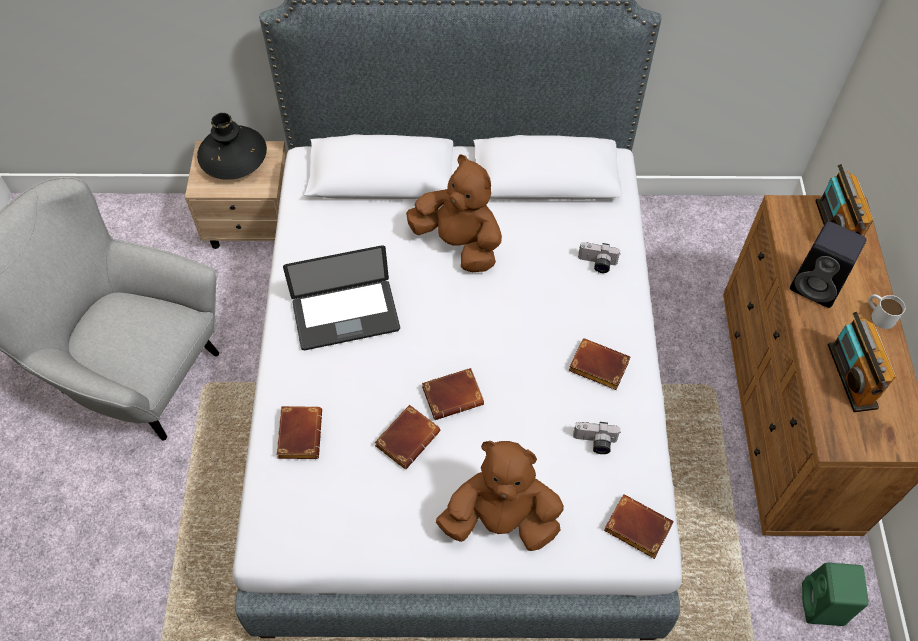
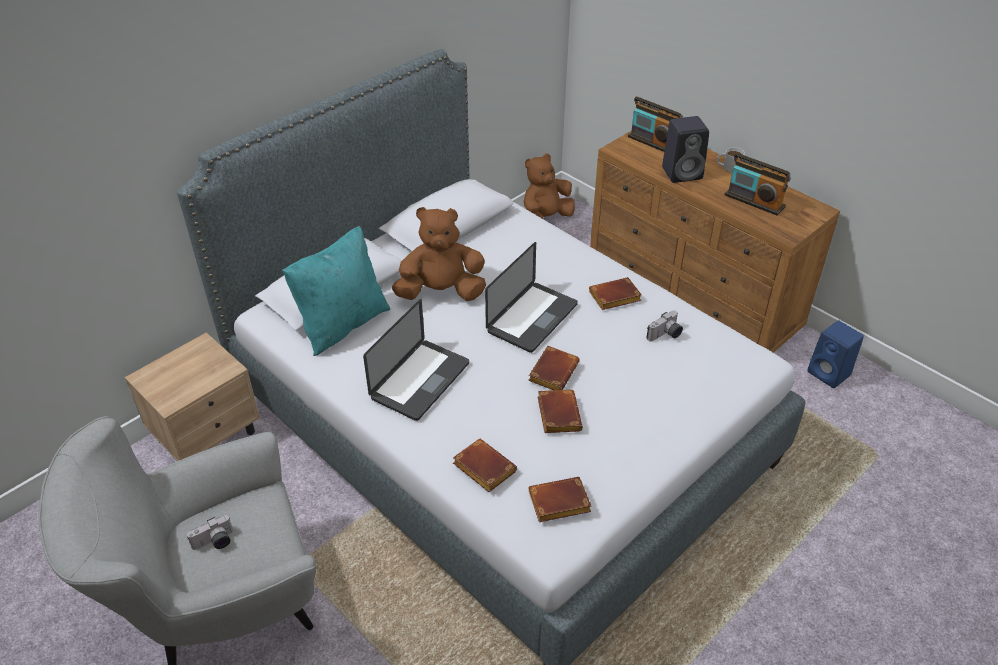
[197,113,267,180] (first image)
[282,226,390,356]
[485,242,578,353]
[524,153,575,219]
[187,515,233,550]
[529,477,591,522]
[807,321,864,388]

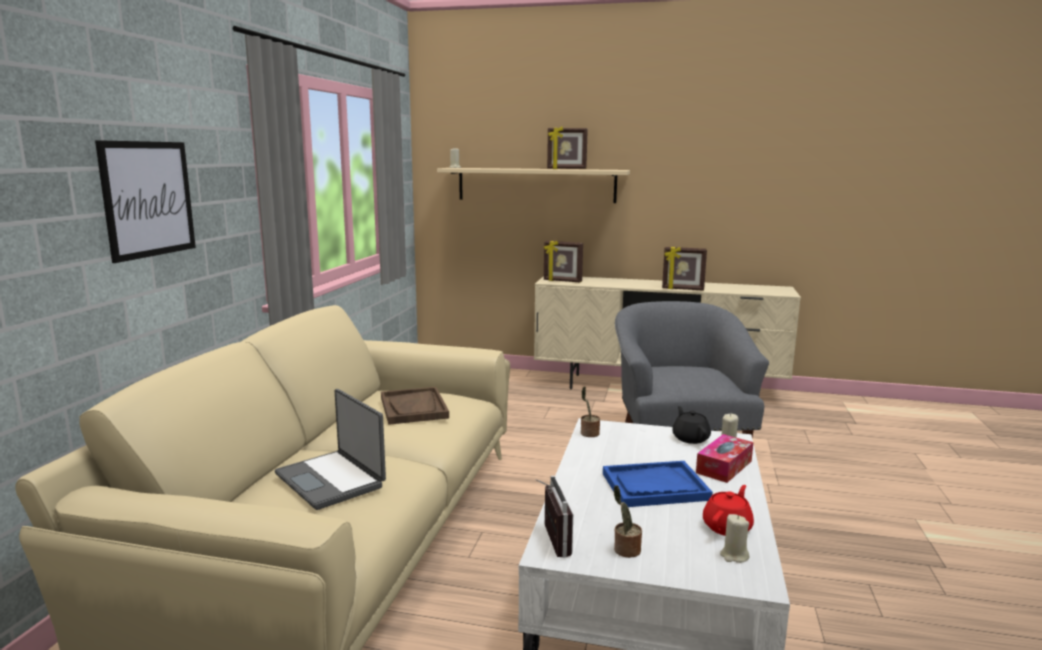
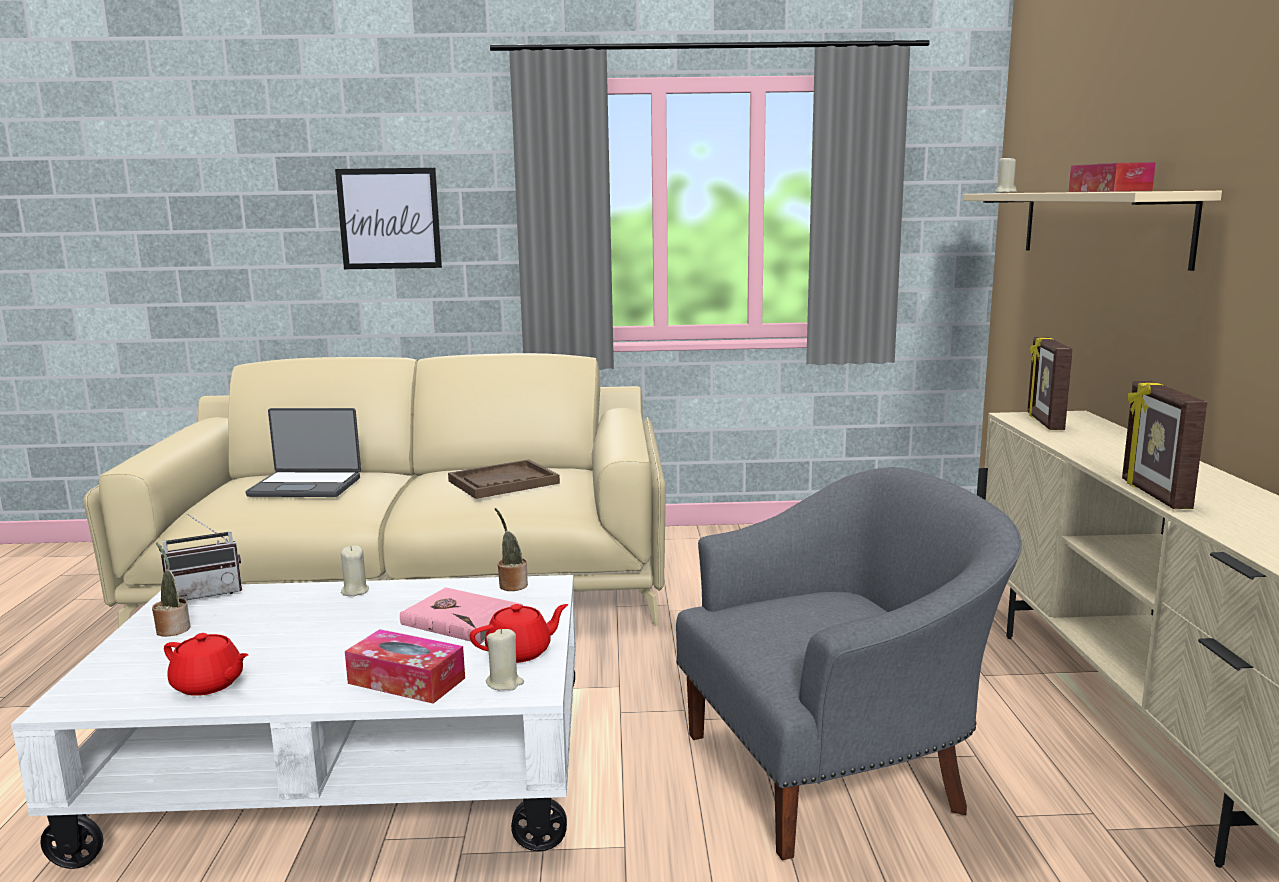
[603,461,713,507] (first image)
[400,587,524,644]
[341,545,369,596]
[1069,162,1156,192]
[470,604,568,663]
[246,408,361,497]

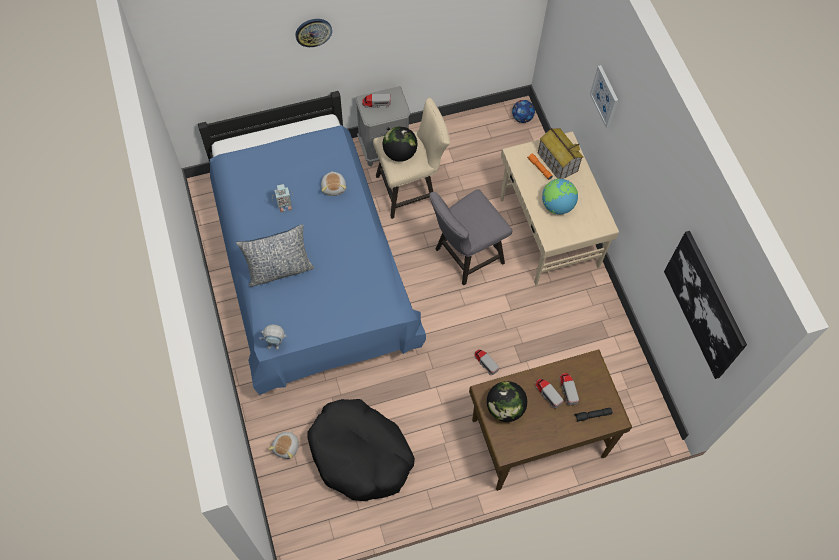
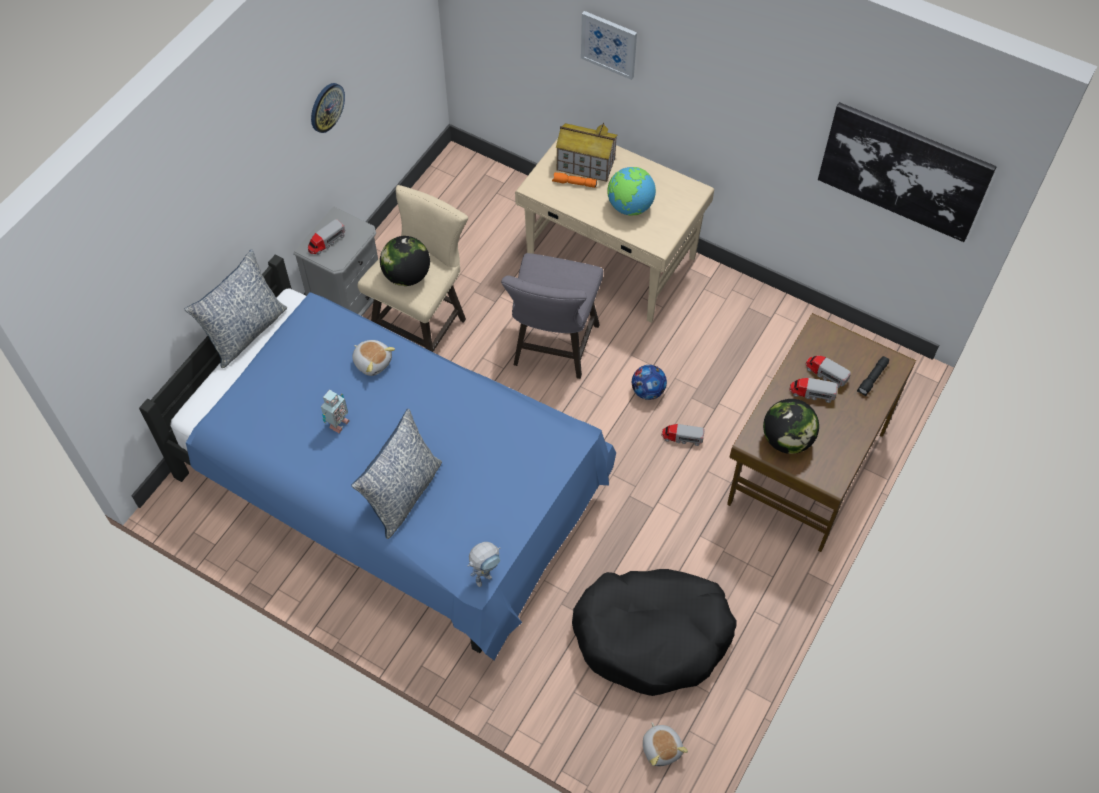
[184,249,287,368]
[643,722,688,766]
[311,83,345,133]
[632,365,667,400]

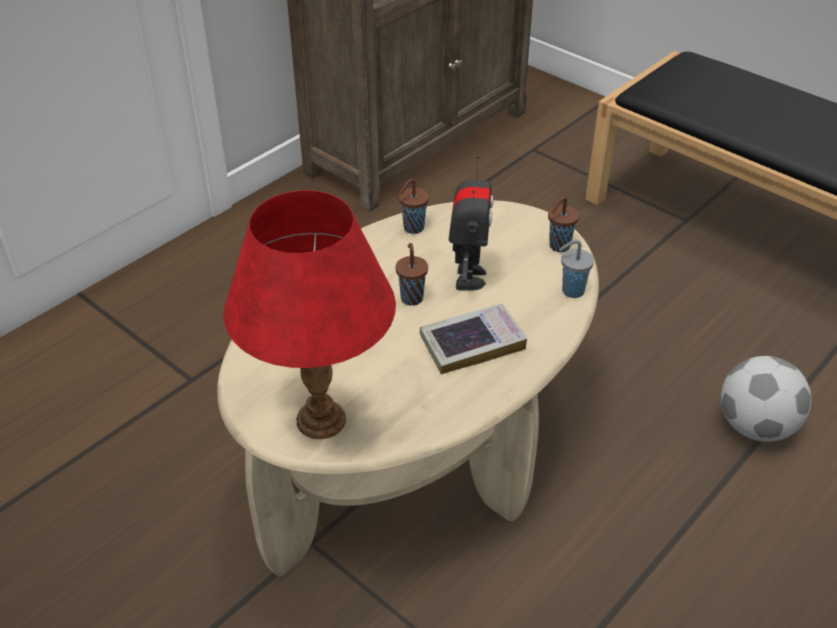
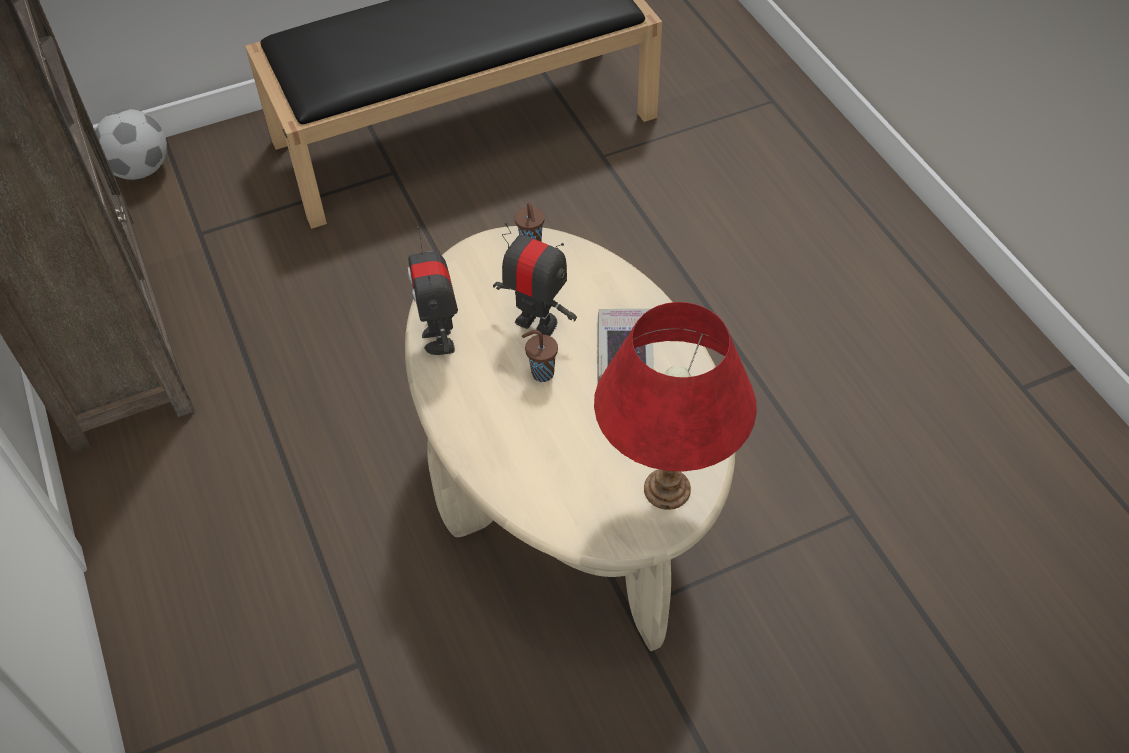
[559,240,594,298] (first image)
[95,109,167,180]
[408,226,458,355]

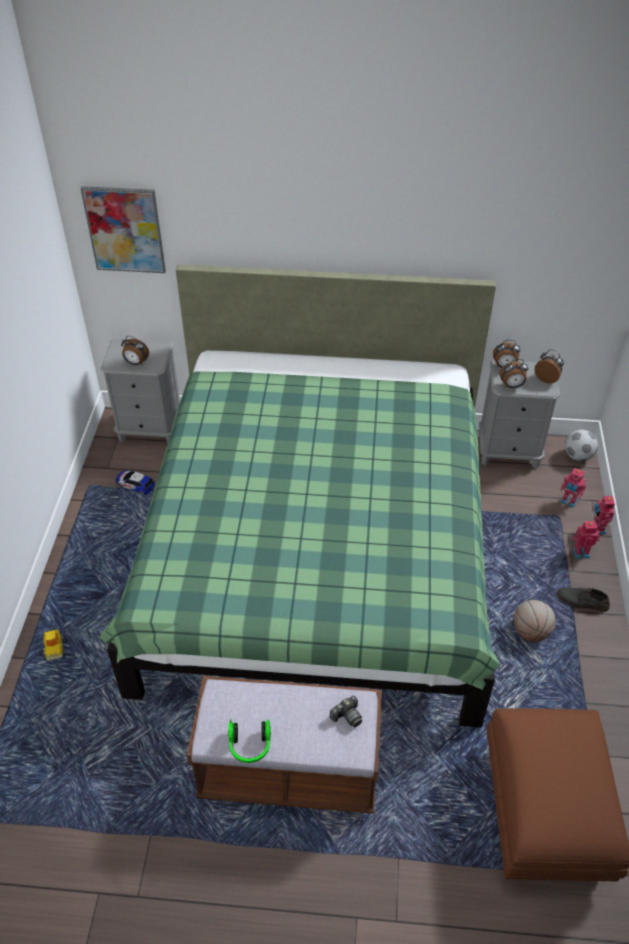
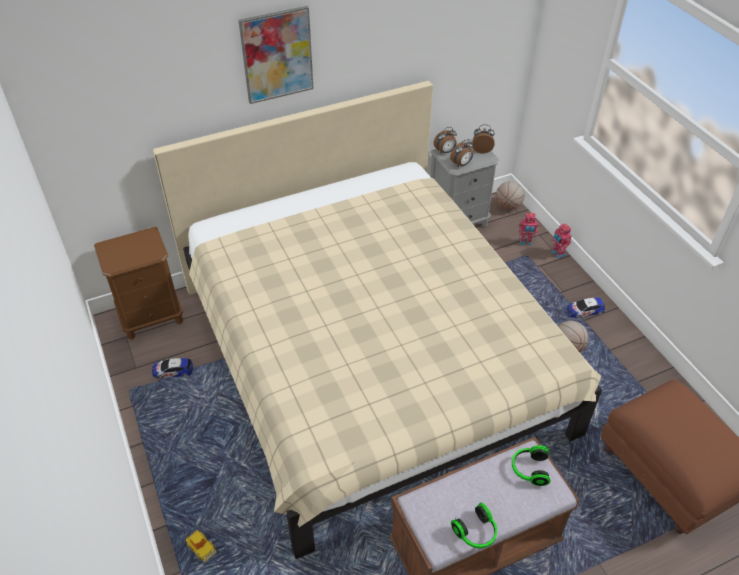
[121,336,149,365] (first image)
[573,521,600,559] (first image)
[238,6,313,104]
[512,445,550,486]
[567,297,605,318]
[496,181,524,210]
[153,81,602,559]
[94,227,183,340]

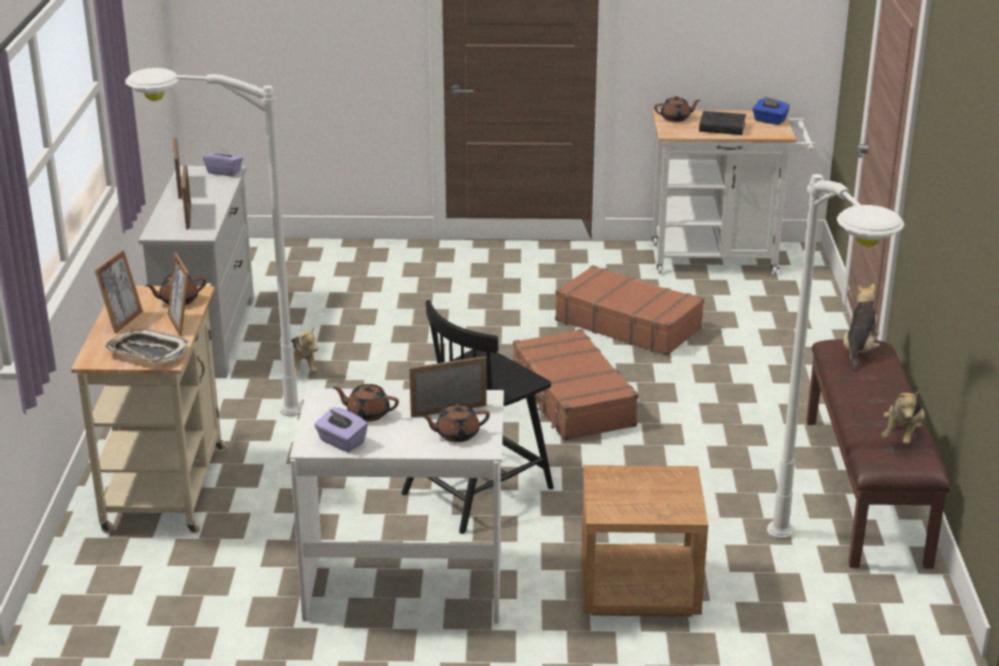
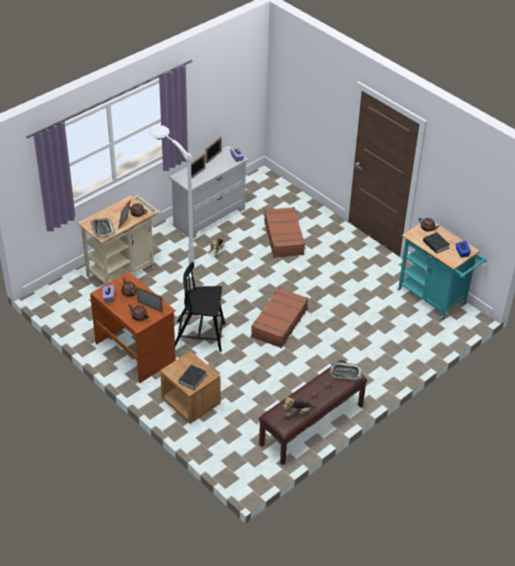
[94,250,143,333] (first image)
[767,174,905,539] (first image)
[179,365,207,390]
[264,207,306,258]
[330,362,362,380]
[90,272,176,383]
[397,223,487,320]

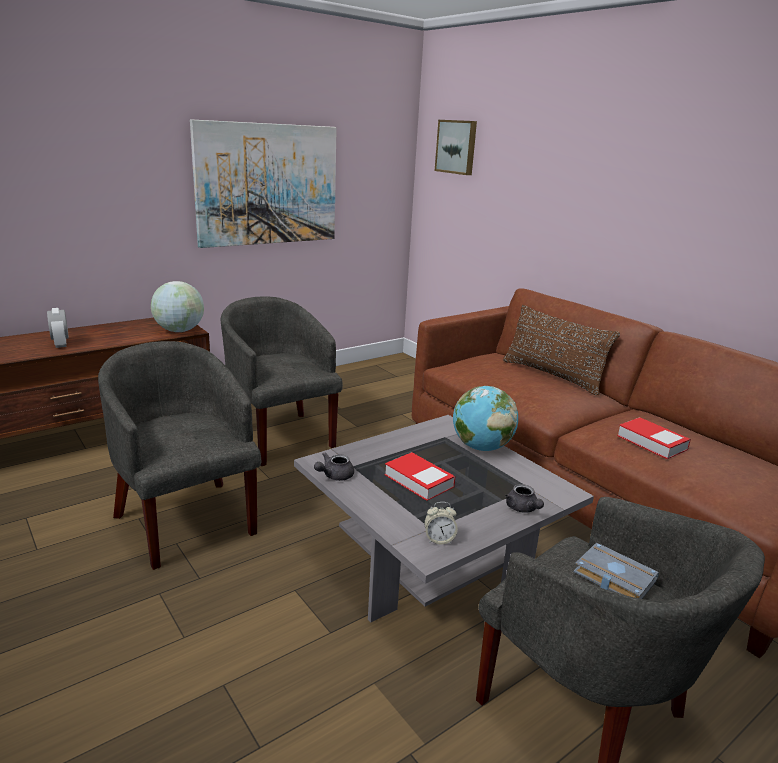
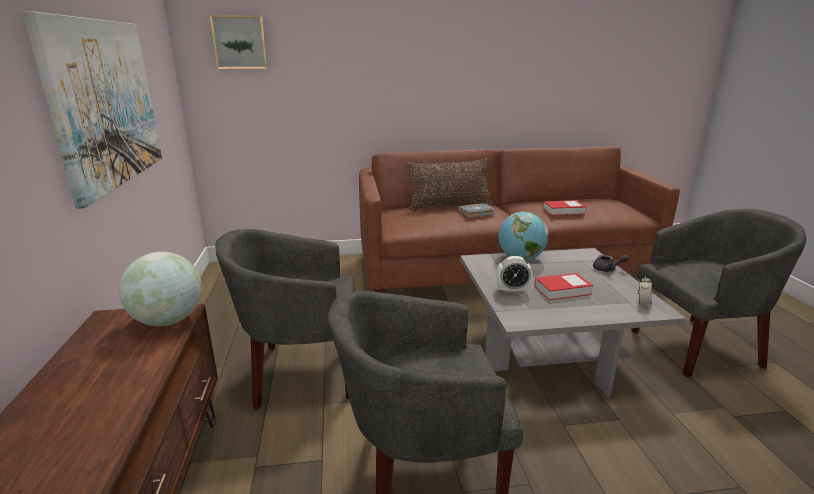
[314,452,354,481] (first image)
[496,256,533,294]
[458,203,495,218]

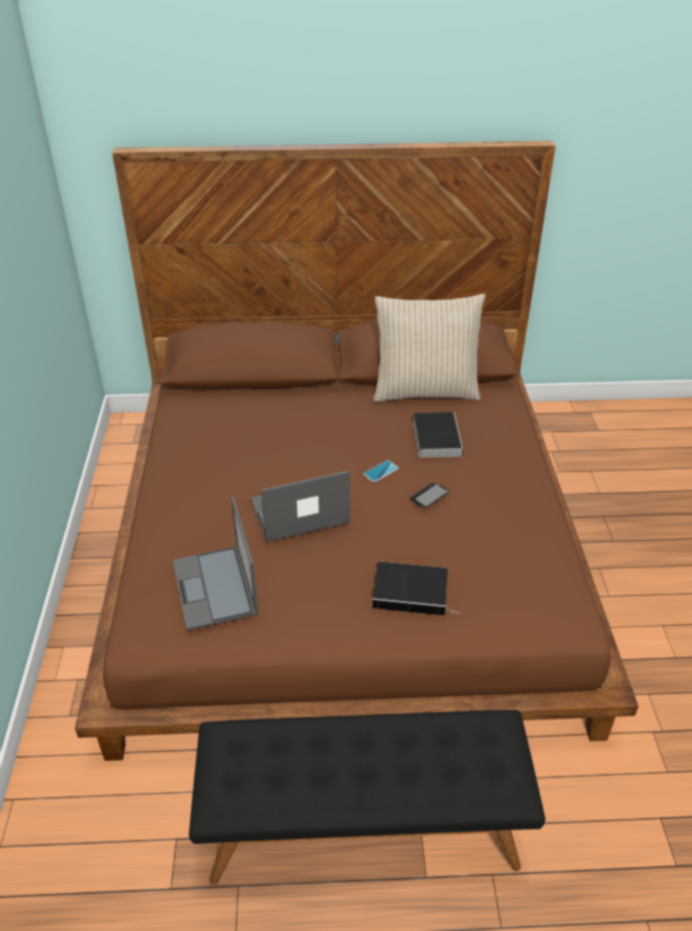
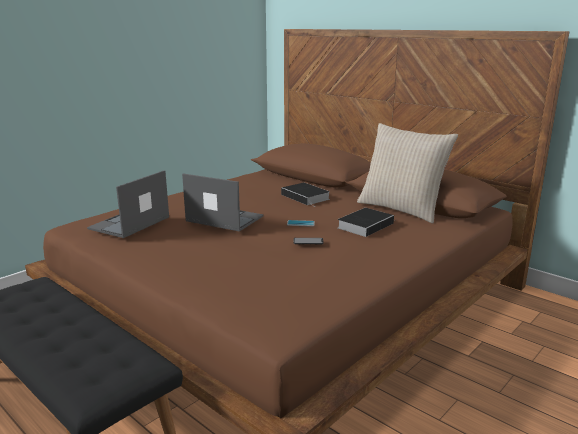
[281,183,330,207]

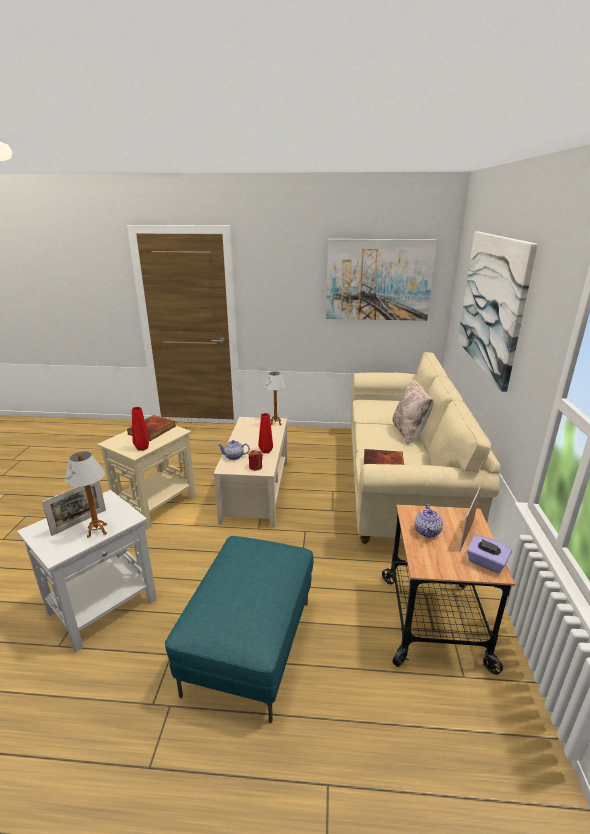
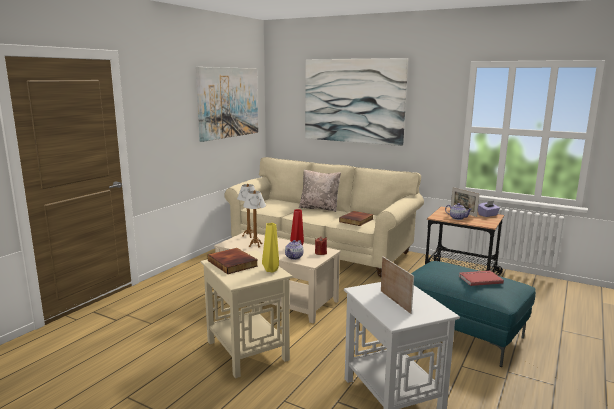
[459,271,504,286]
[243,190,266,247]
[262,223,279,272]

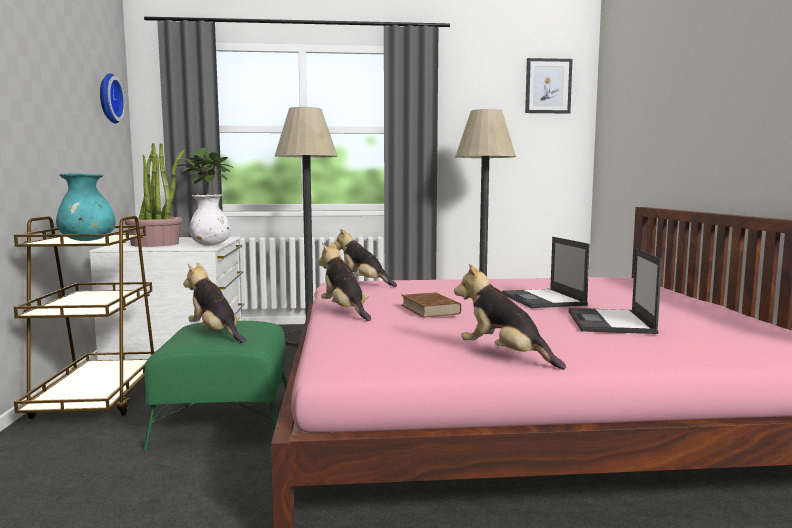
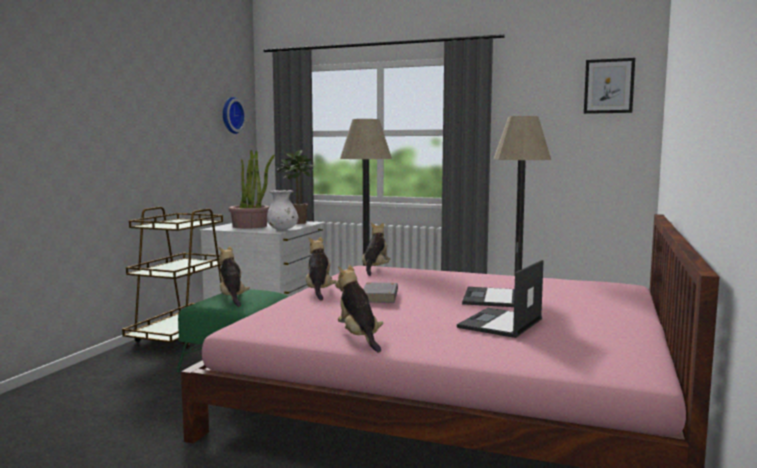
[56,173,115,241] (first image)
[363,282,398,303]
[362,223,391,276]

